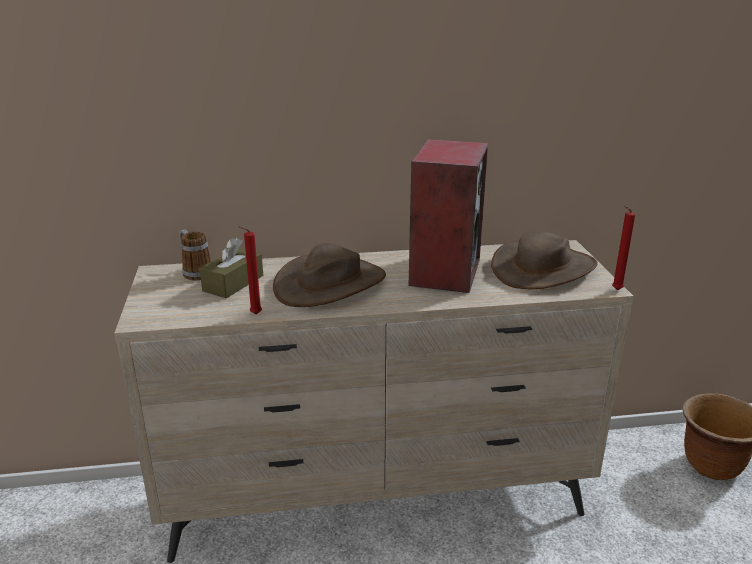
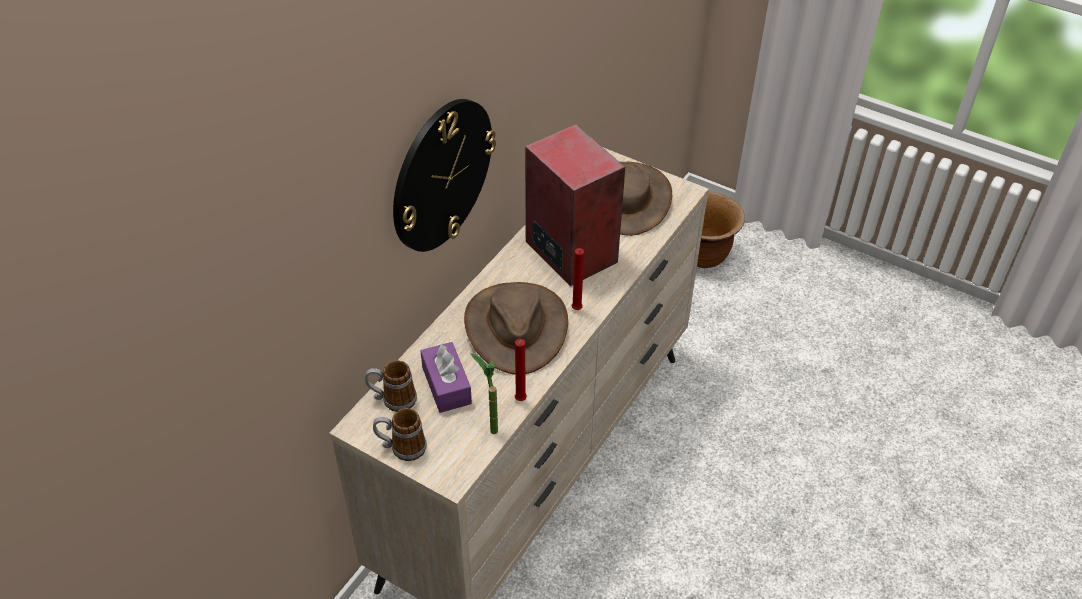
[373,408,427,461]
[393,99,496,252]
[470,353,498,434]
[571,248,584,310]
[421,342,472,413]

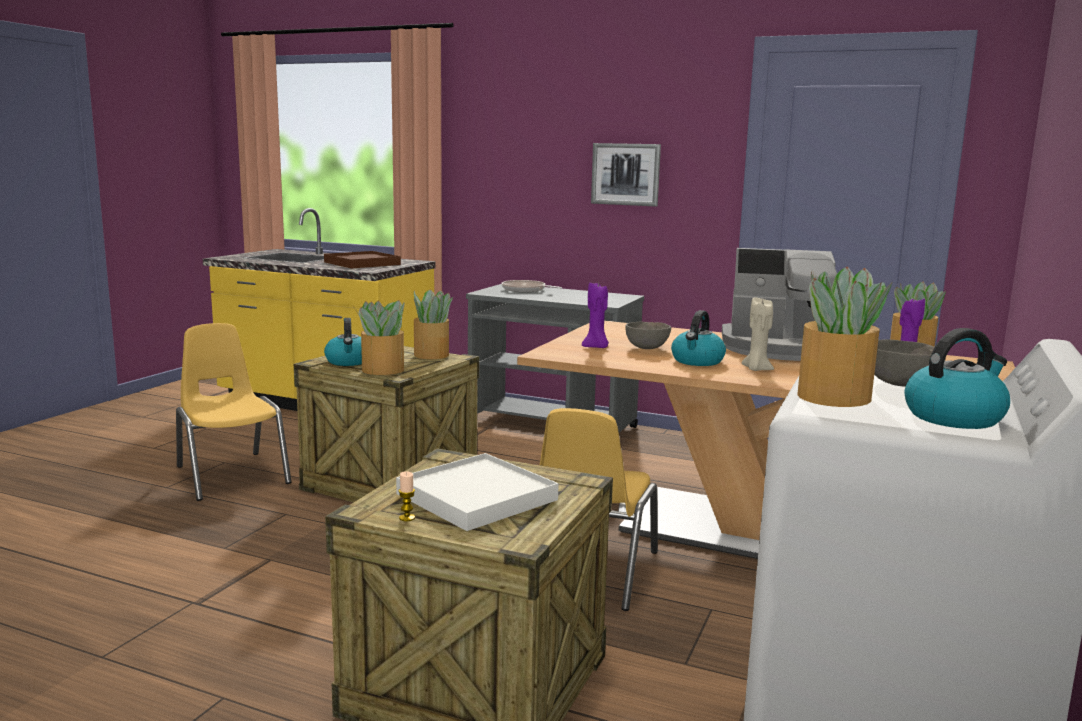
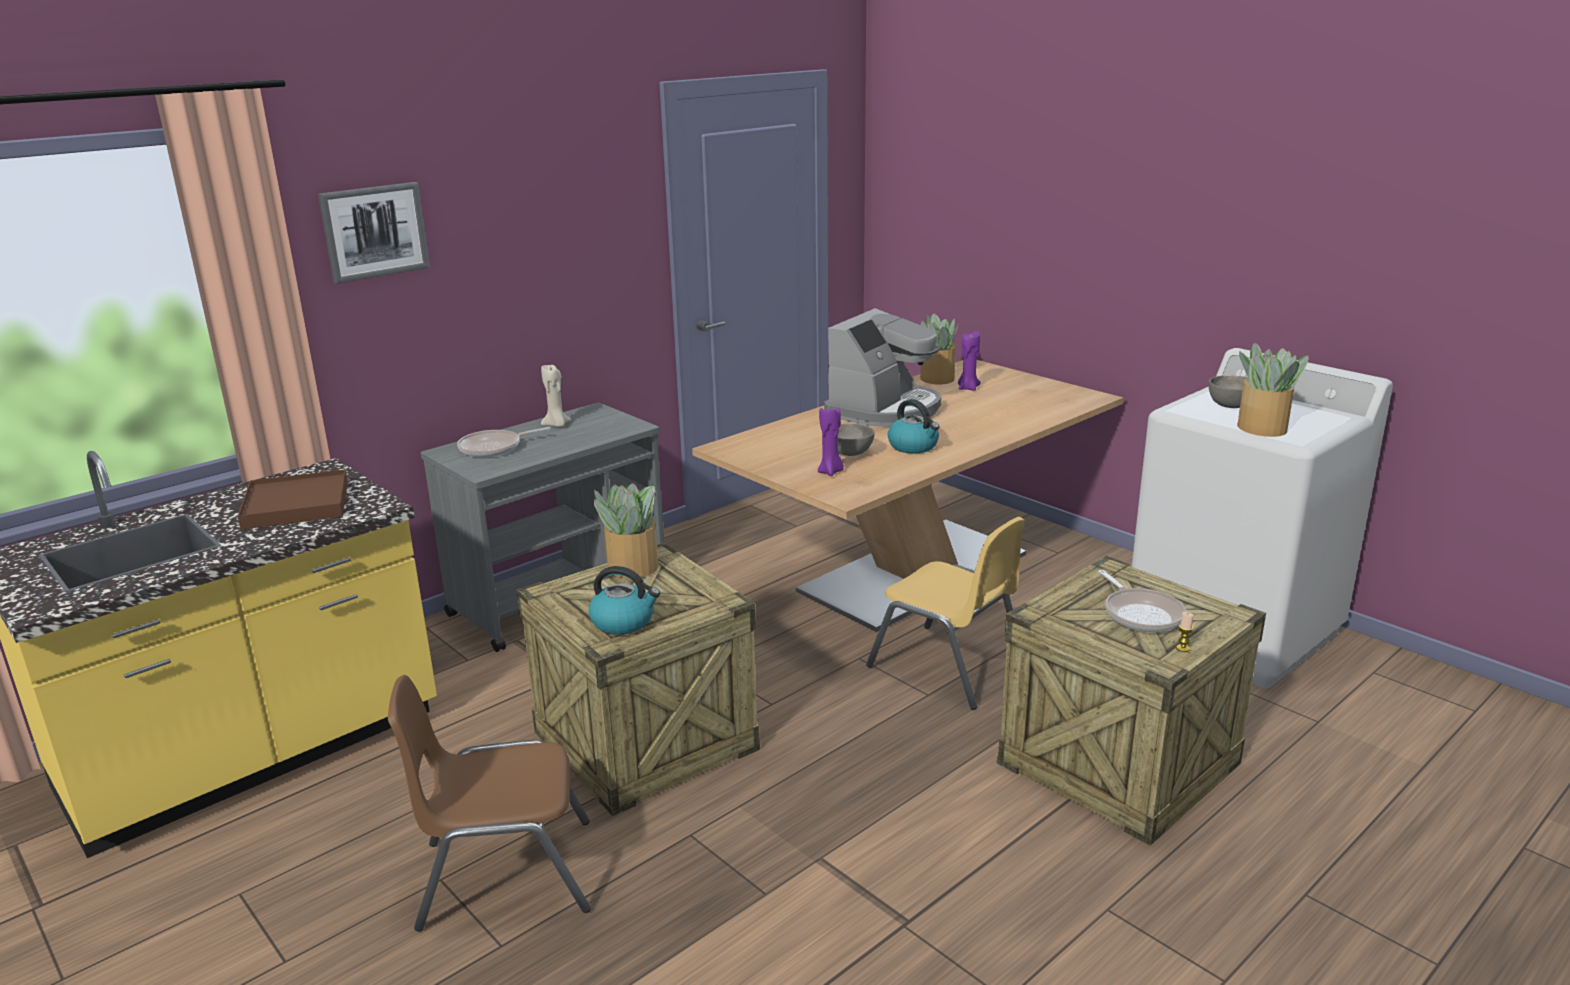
[353,300,404,375] (first image)
[905,328,1010,429] (first image)
[318,182,430,284]
[541,363,571,427]
[1098,570,1186,632]
[388,675,591,932]

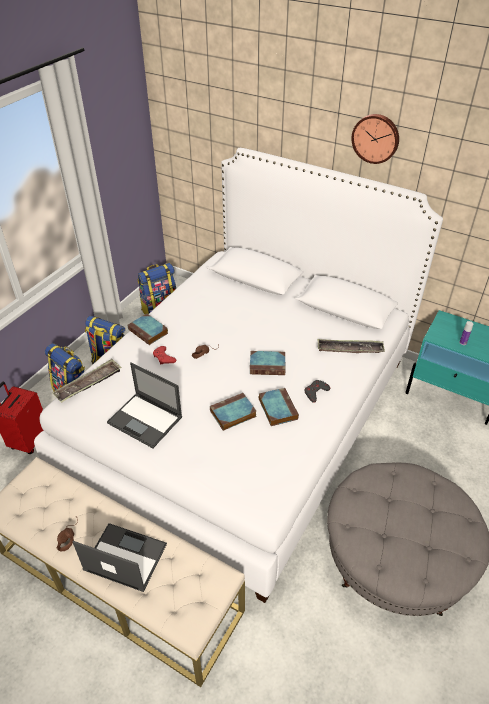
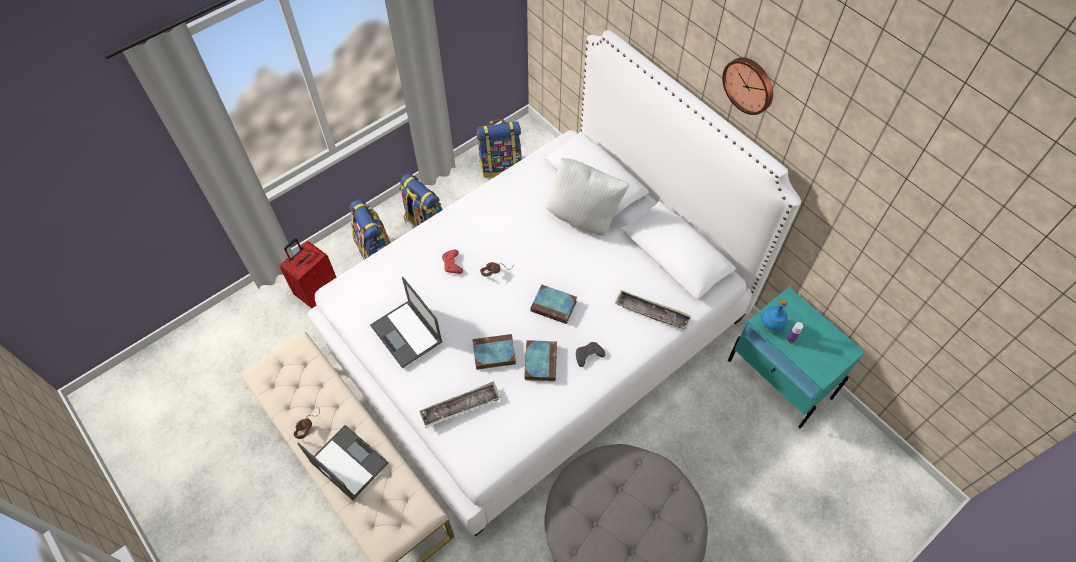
[127,314,168,345] (first image)
[546,158,630,236]
[761,299,788,332]
[419,381,501,428]

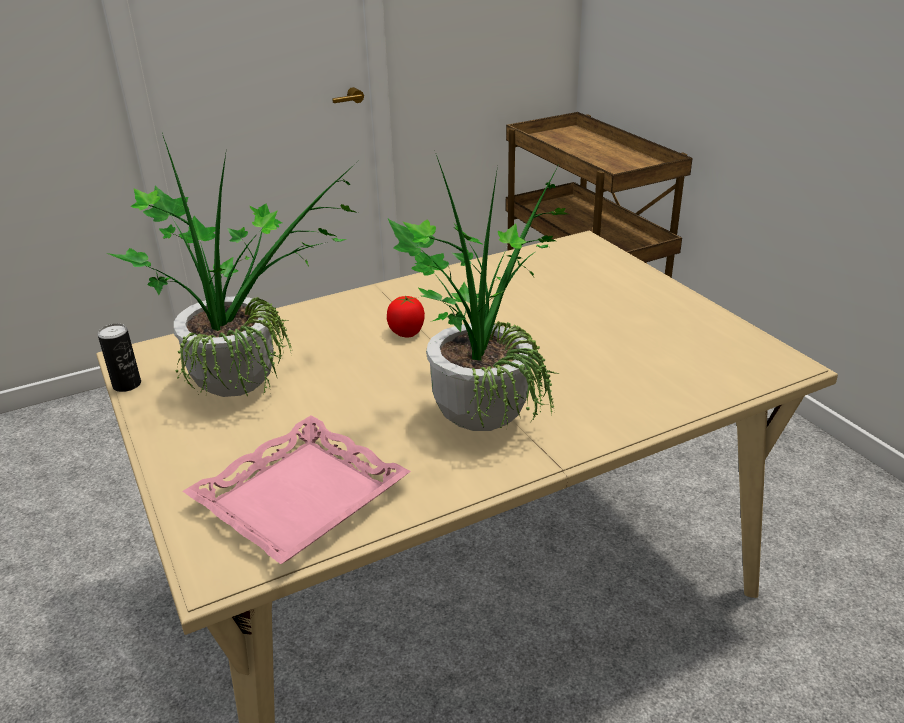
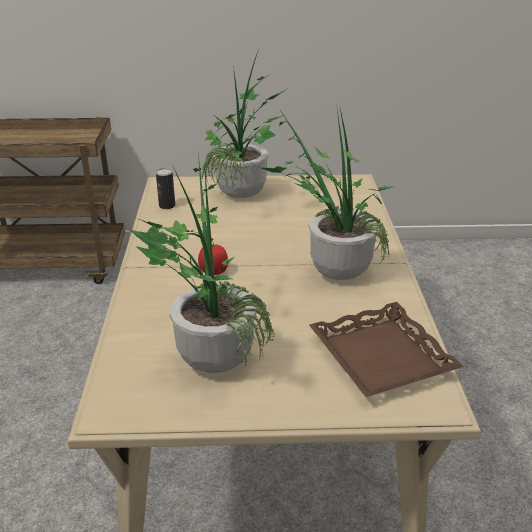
[201,46,286,198]
[156,168,175,209]
[309,302,464,397]

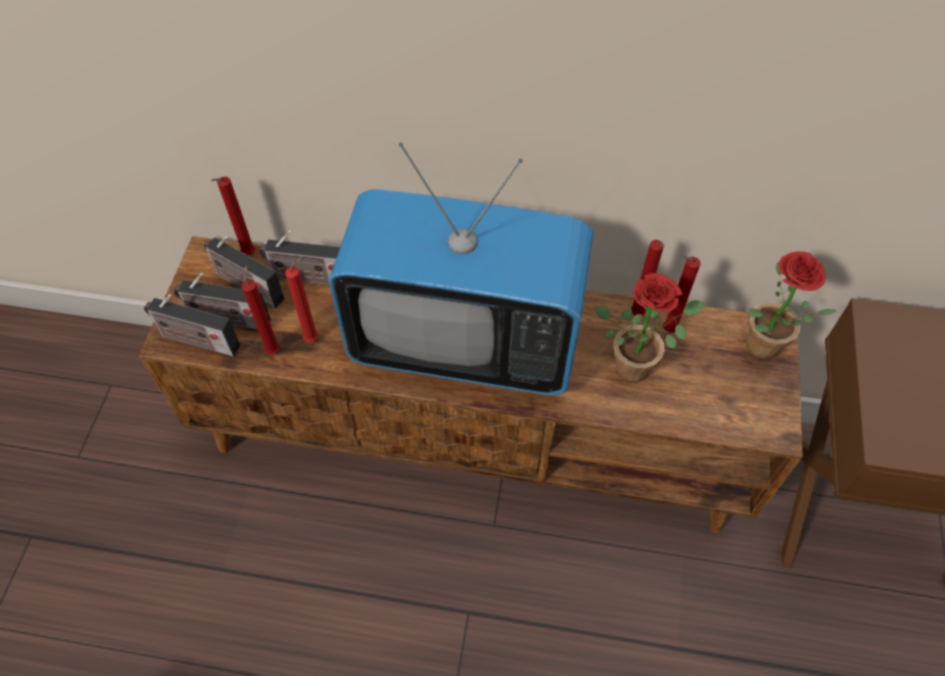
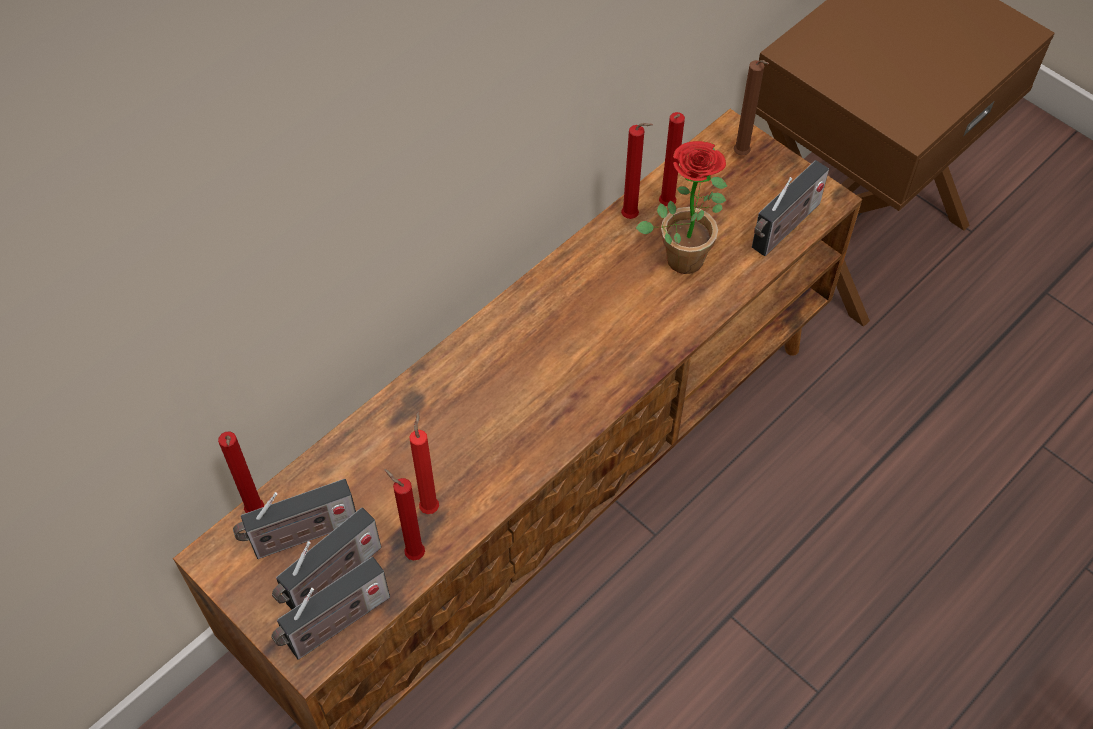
[329,142,594,395] (first image)
[752,160,829,256]
[733,60,769,156]

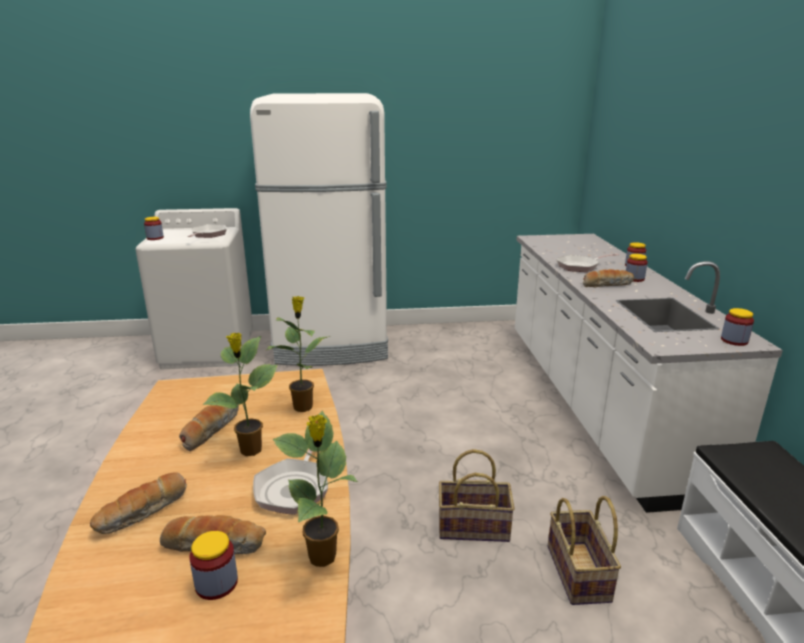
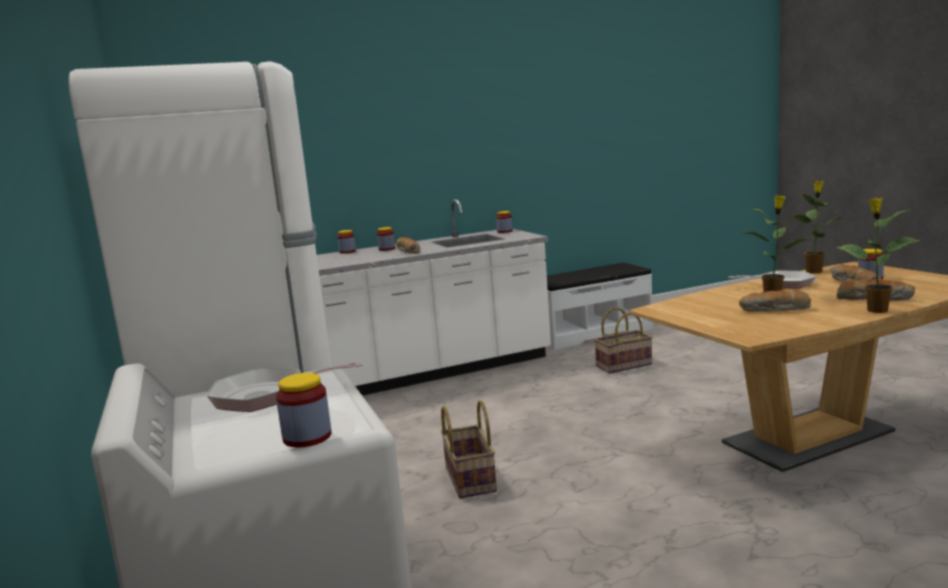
[556,253,619,272] (first image)
[836,198,921,313]
[441,400,497,499]

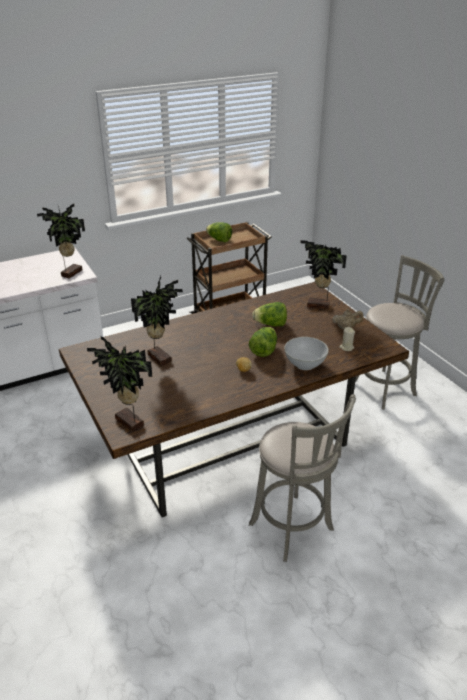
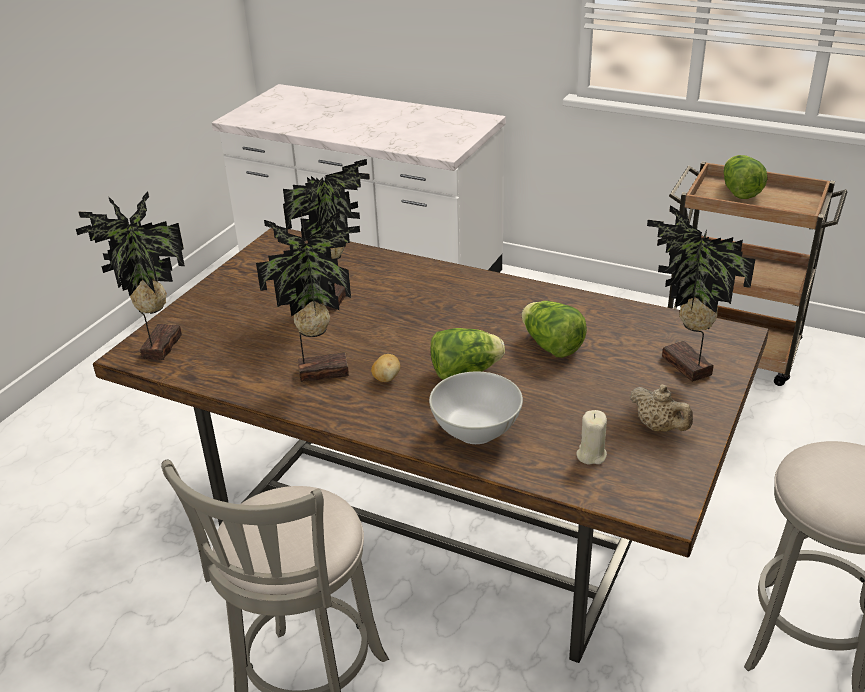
[256,212,360,382]

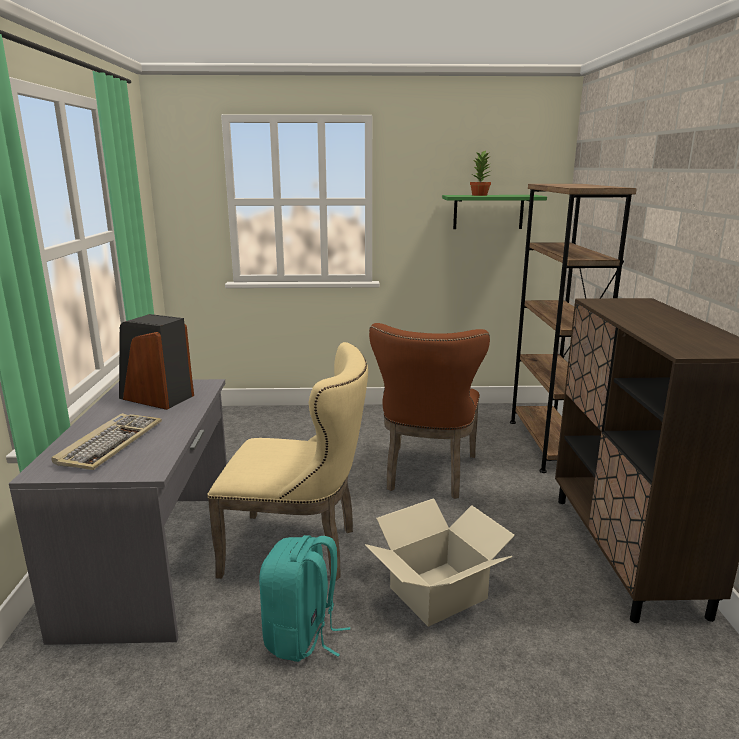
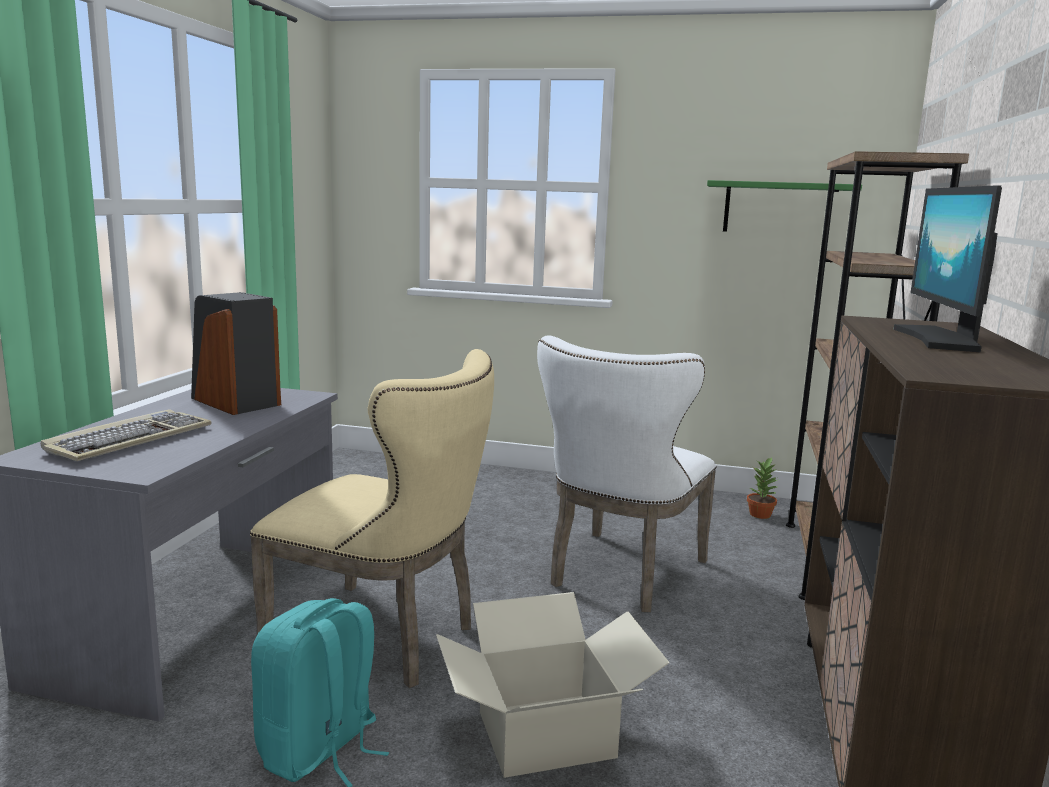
[893,185,1002,353]
[747,457,777,519]
[537,336,717,612]

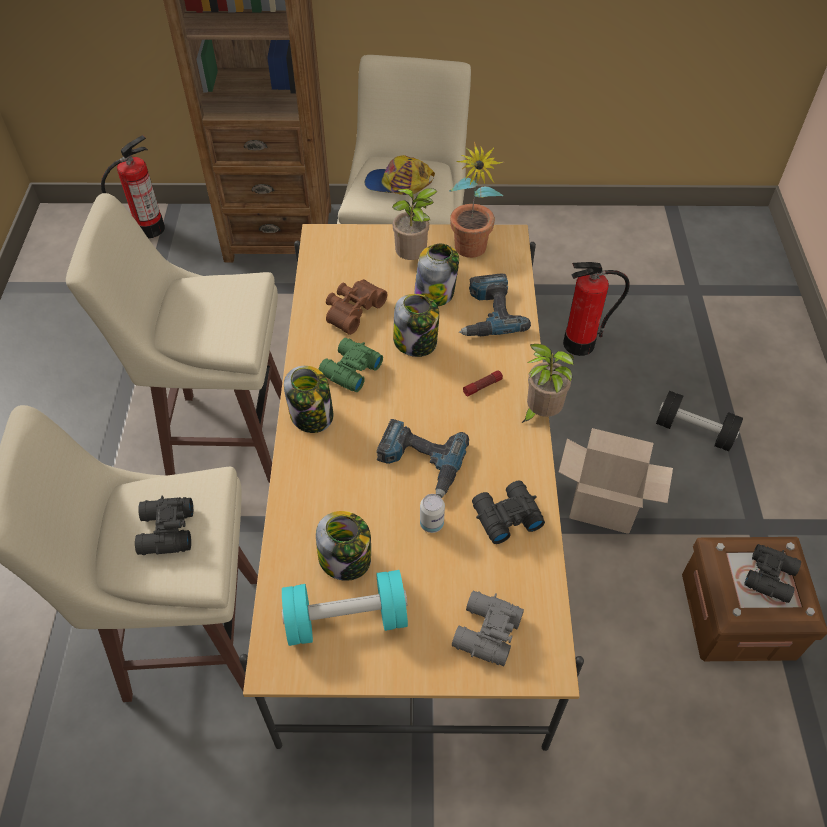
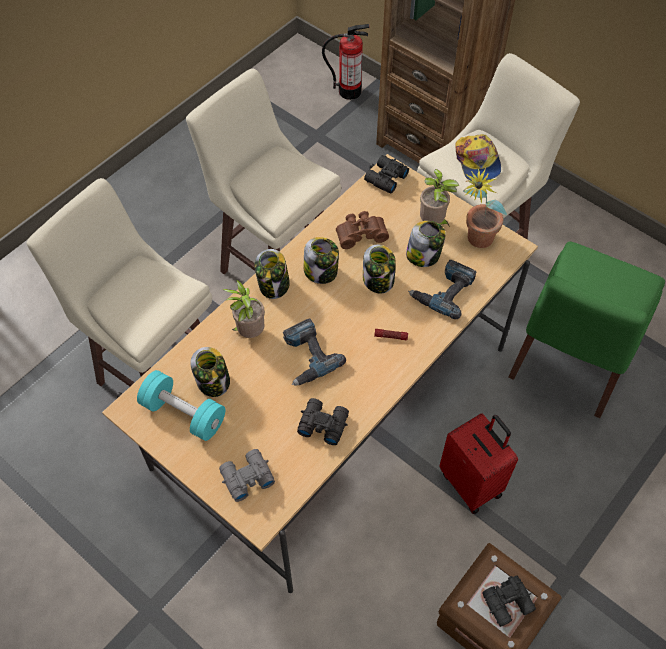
[420,494,445,533] (first image)
[656,391,743,451] (first image)
[364,155,409,193]
[223,279,265,338]
[304,237,339,284]
[439,413,518,514]
[508,241,665,418]
[455,134,501,181]

